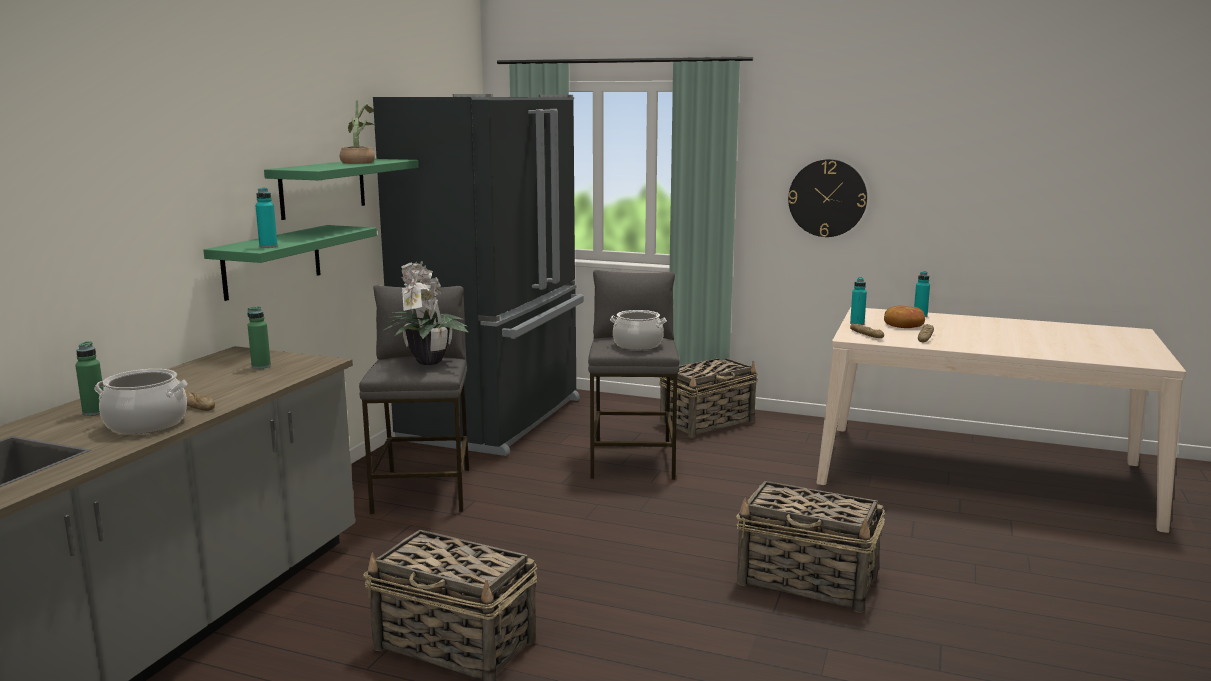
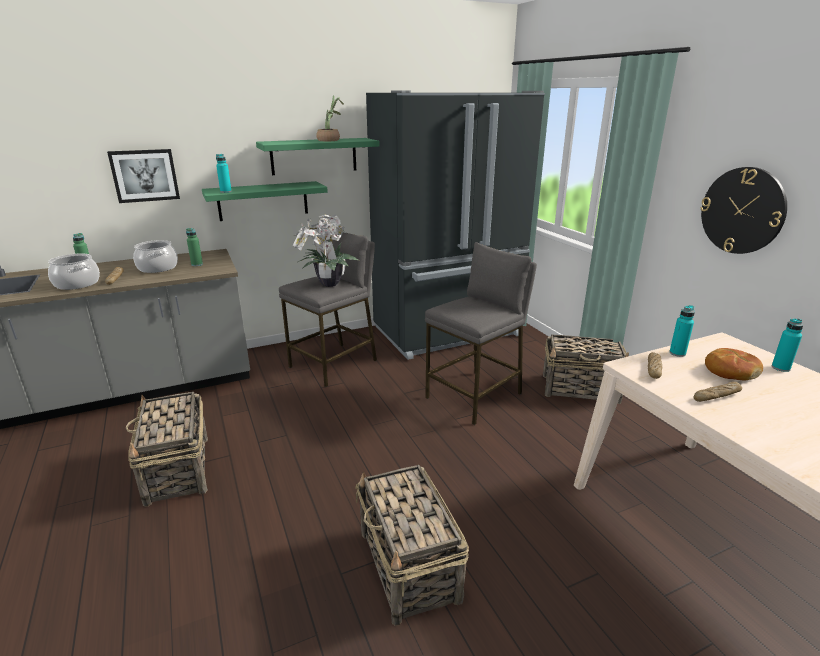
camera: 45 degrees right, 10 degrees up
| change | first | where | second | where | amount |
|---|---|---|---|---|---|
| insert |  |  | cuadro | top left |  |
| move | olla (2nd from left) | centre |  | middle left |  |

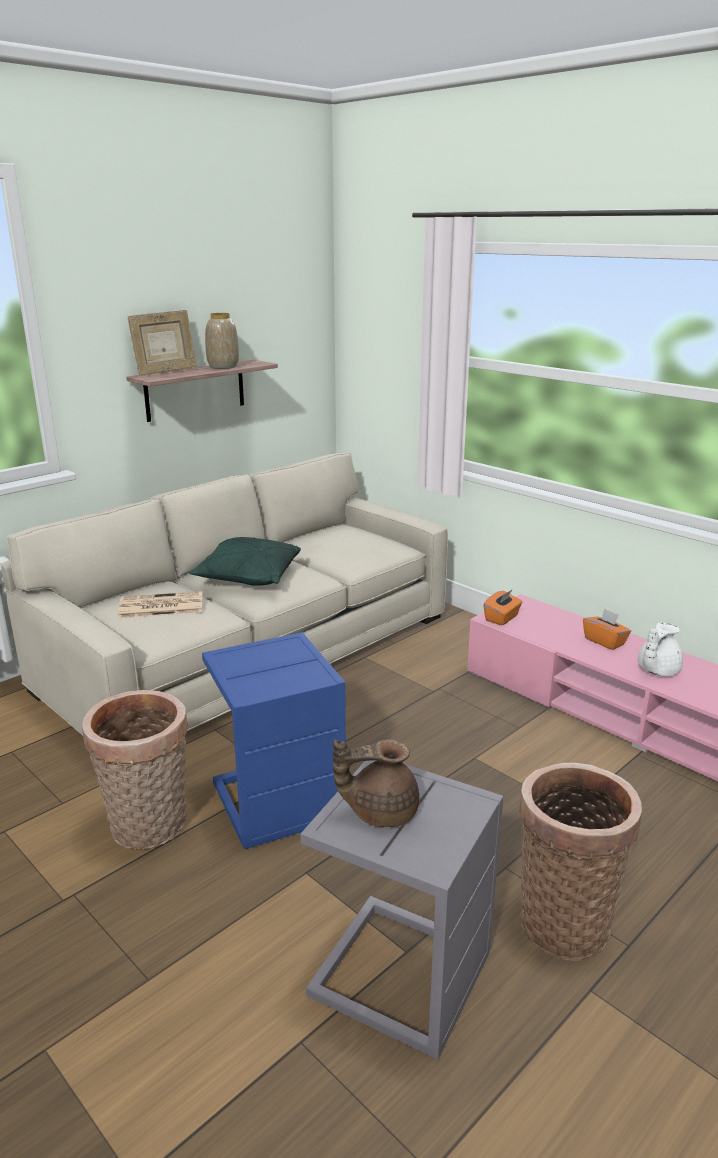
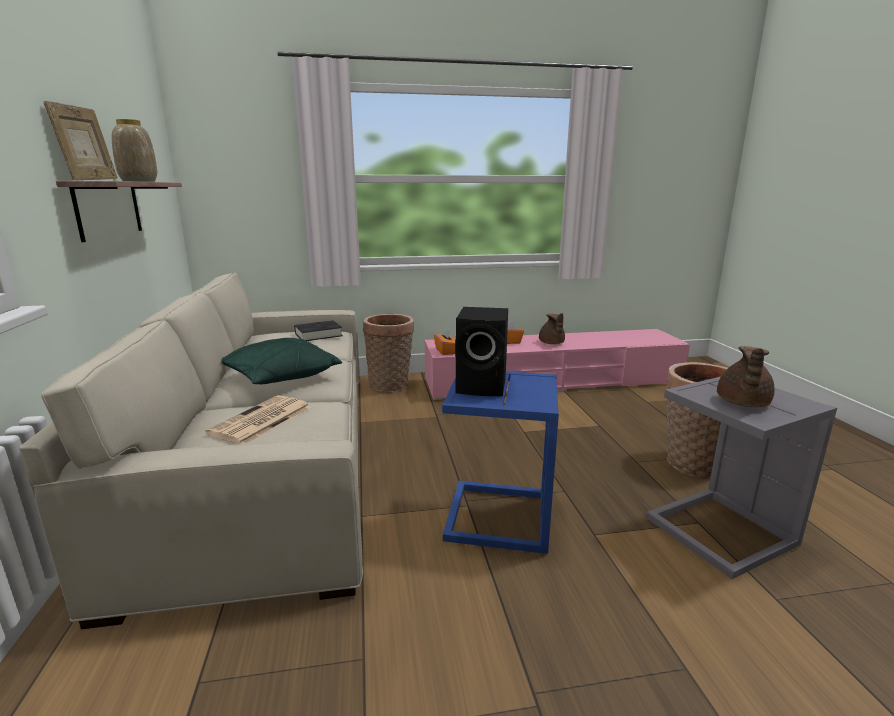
camera: 55 degrees left, 5 degrees down
| change | first | where | second | where | amount |
|---|---|---|---|---|---|
| insert |  |  | libro [negro] | centre |  |
| move | cesta (1st from left) | middle left |  | centre |  |
| insert |  |  | altavoz [negro] | centre |  |
| recolor | tetera [blanco] | middle right | tetera [marrón] (1st from left) | centre |  |

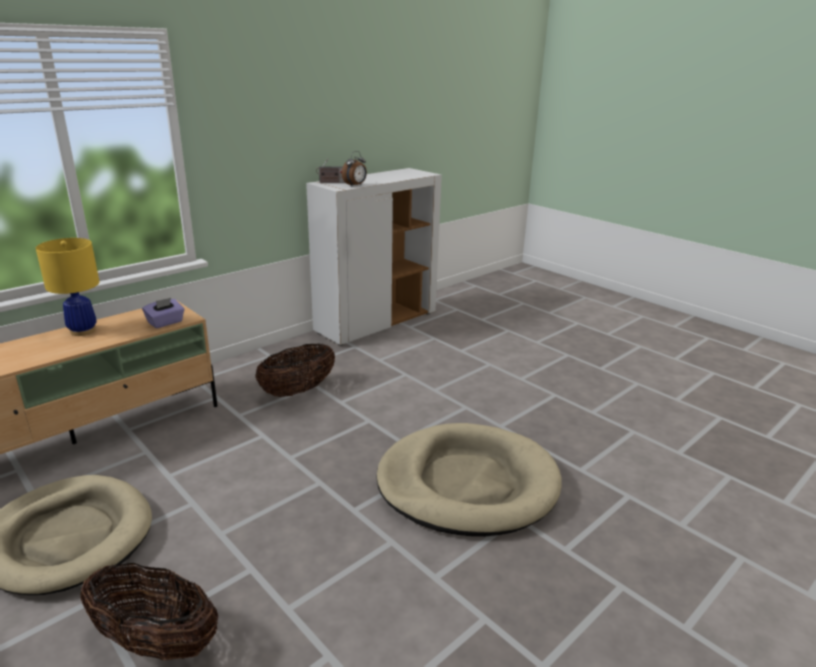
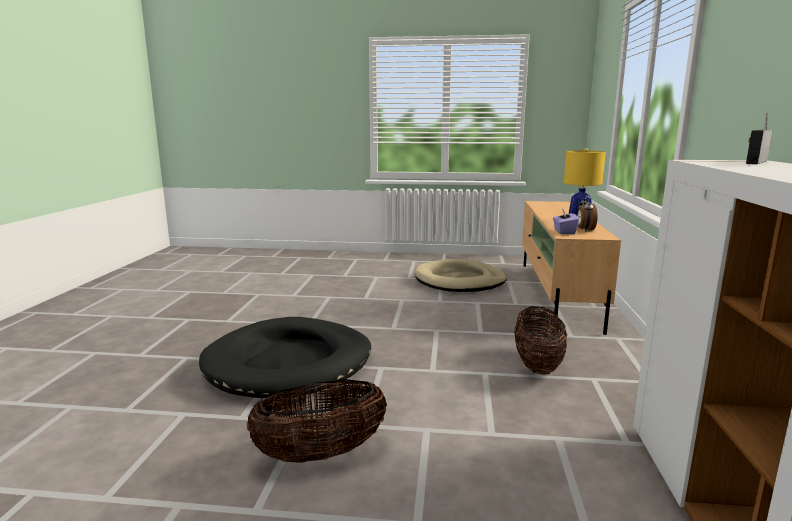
camera: 140 degrees right, 10 degrees down
| change | first | where | second | where | amount |
|---|---|---|---|---|---|
| recolor | cama para perro [beis] (2nd from left) | bottom centre | cama para perro [negro] | bottom centre |  |
| move | cesta (1st from left) | bottom left |  | bottom centre |  |
| move | despertador | top centre |  | middle right |  |

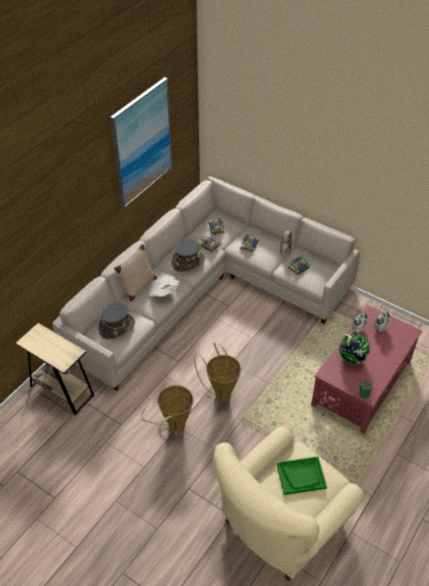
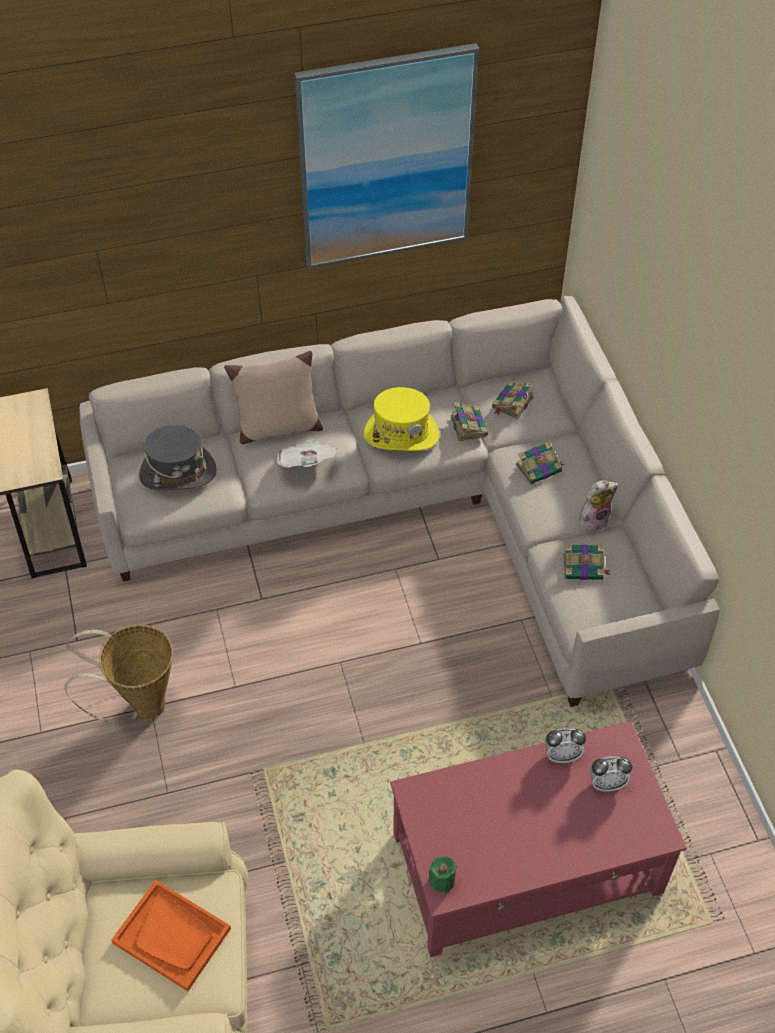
camera: 40 degrees right, 5 degrees up
| change | first | where | second | where | amount |
|---|---|---|---|---|---|
| recolor | bandeja [verde] | bottom right | bandeja [naranja] | bottom left |  |
| recolor | sombrero [gris] (2nd from left) | centre | sombrero [amarillo] | centre |  |
| delete | cesta (2nd from left) | centre |  |  |  |
| delete | globo terráqueo | middle right |  |  |  |

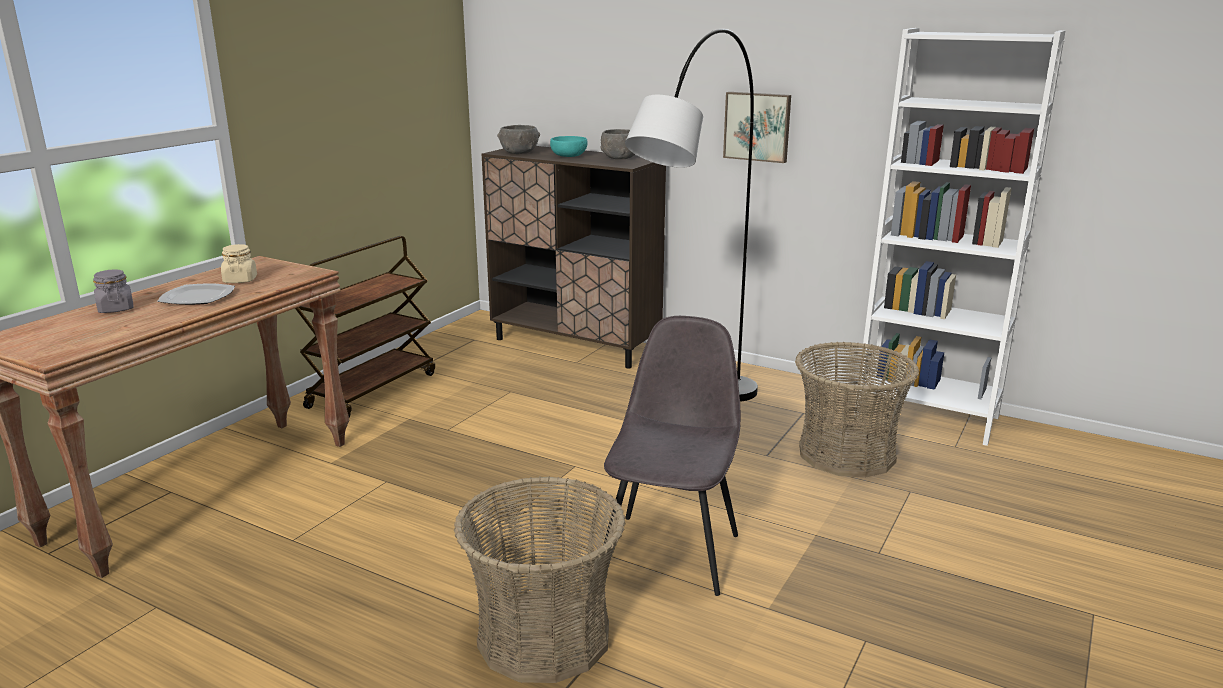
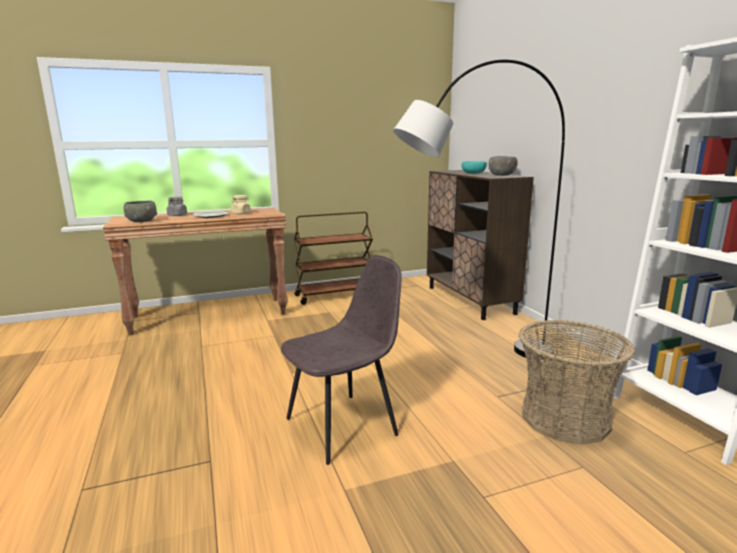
camera: 40 degrees right, 5 degrees down
| change | first | where | second | where | amount |
|---|---|---|---|---|---|
| move | cuenco [gris] (1st from left) | top centre |  | middle left |  |
| delete | cesta (1st from left) | bottom centre |  |  |  |
| delete | cuadro | top centre |  |  |  |

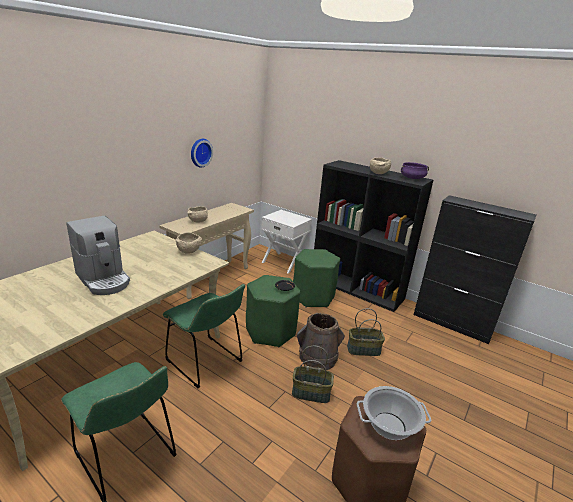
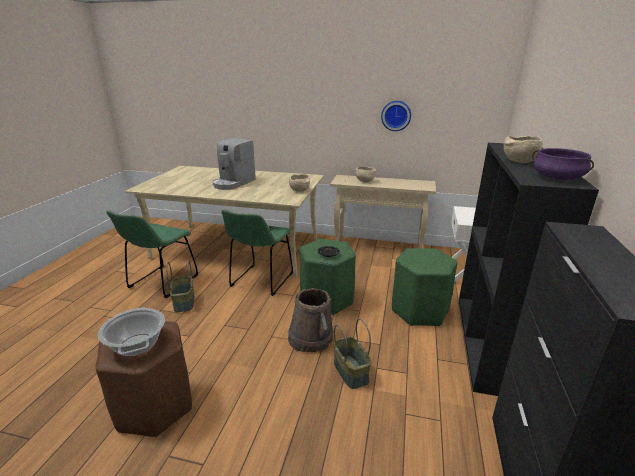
camera: 70 degrees right, 0 degrees up
| change | first | where | second | where | amount |
|---|---|---|---|---|---|
| move | cesta (1st from left) | bottom centre |  | middle left |  |

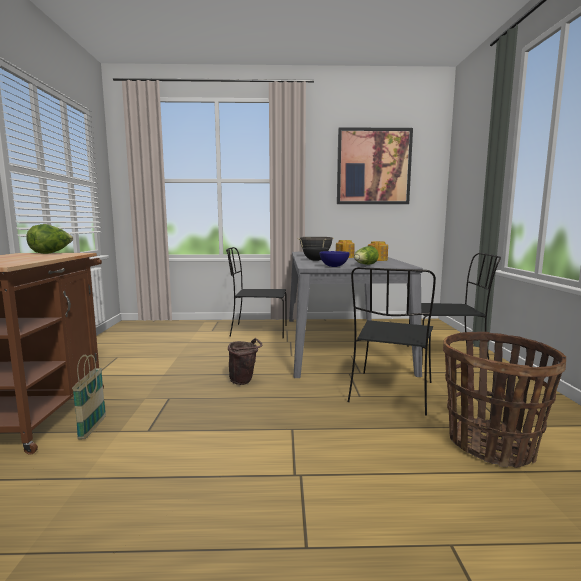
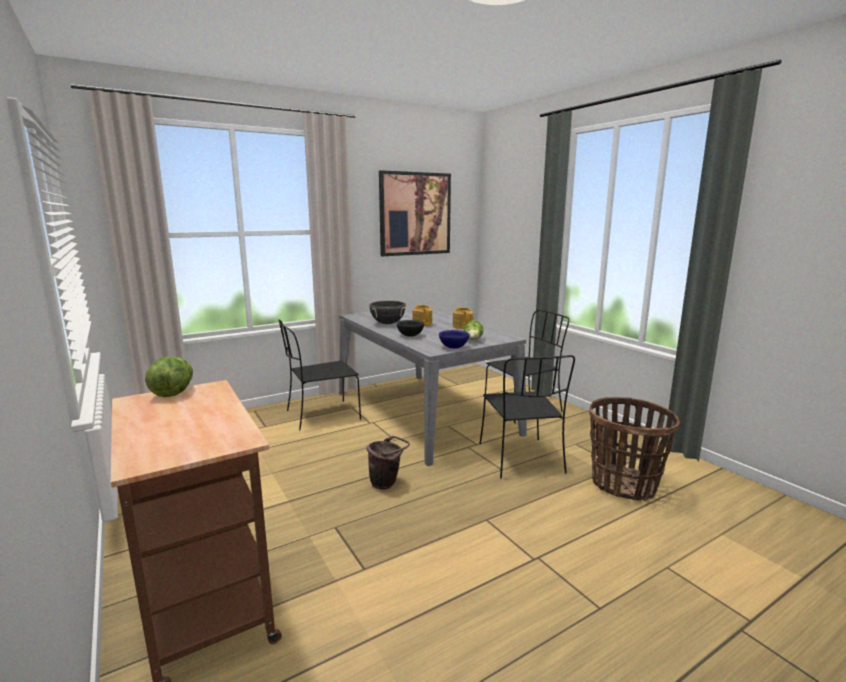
camera: 30 degrees left, 5 degrees up
| change | first | where | second | where | amount |
|---|---|---|---|---|---|
| delete | cesta (1st from left) | bottom left |  |  |  |

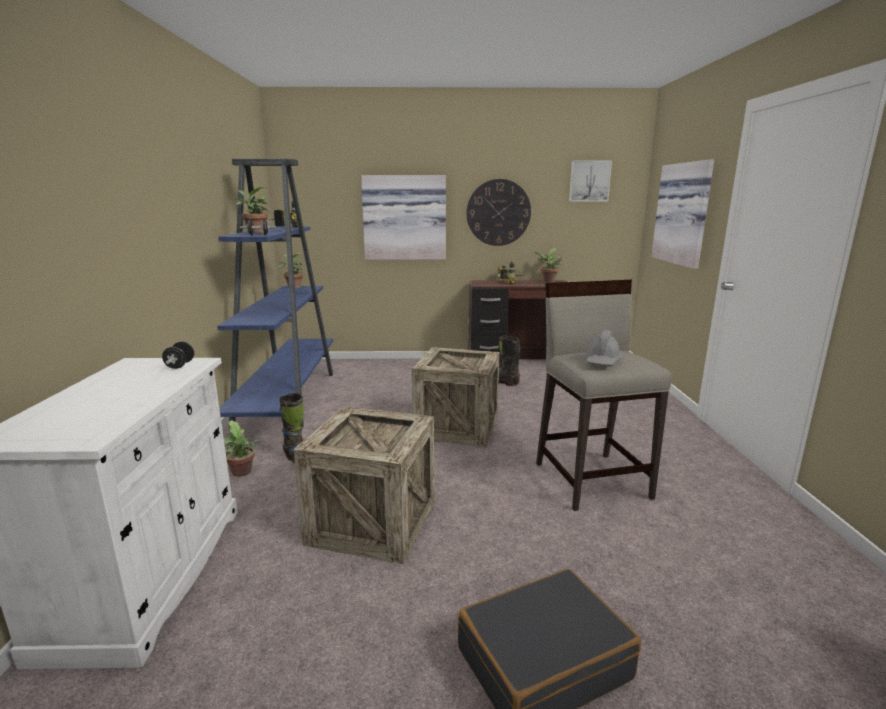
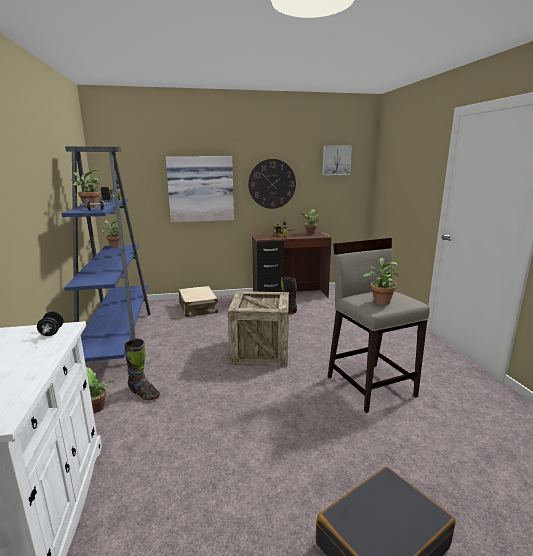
camera: 10 degrees left, 0 degrees up
| change | first | where | second | where | amount |
|---|---|---|---|---|---|
| insert |  |  | maleta [beis] | centre |  |
| replace | casco [gris] | middle right | planta en maceta (5th from left) | middle right |  |
| delete | caja de embalaje (1st from left) | bottom centre |  |  |  |
| delete | cuadro (3rd from left) | top right |  |  |  |

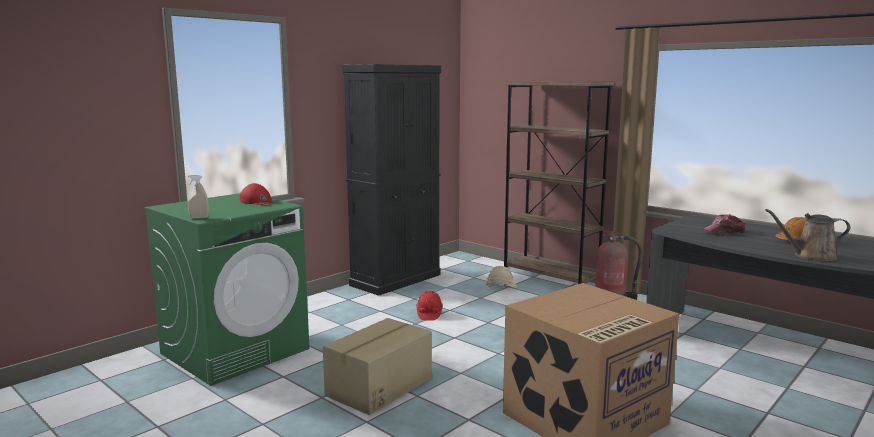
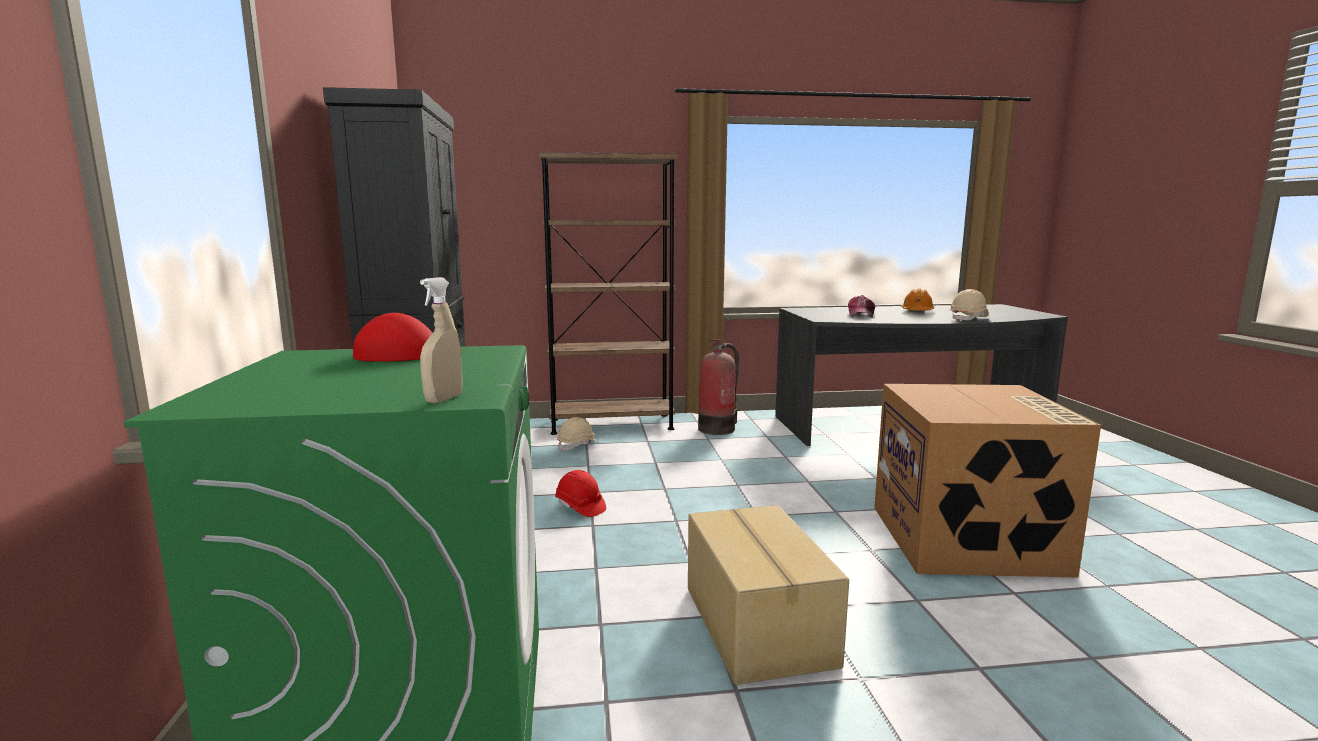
camera: 50 degrees left, 0 degrees up
| change | first | where | second | where | amount |
|---|---|---|---|---|---|
| replace | regadera [marrón] | middle right | casco [beis] (2nd from left) | middle right |  |

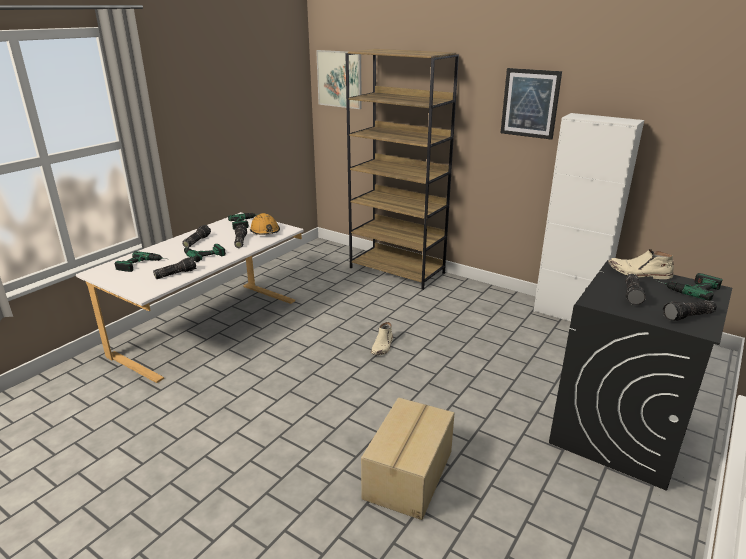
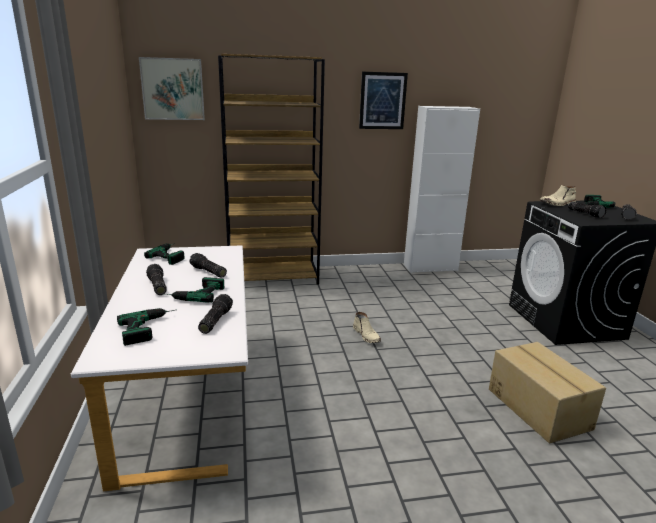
camera: 45 degrees left, 5 degrees down
| change | first | where | second | where | amount |
|---|---|---|---|---|---|
| delete | casco [naranja] | centre |  |  |  |

